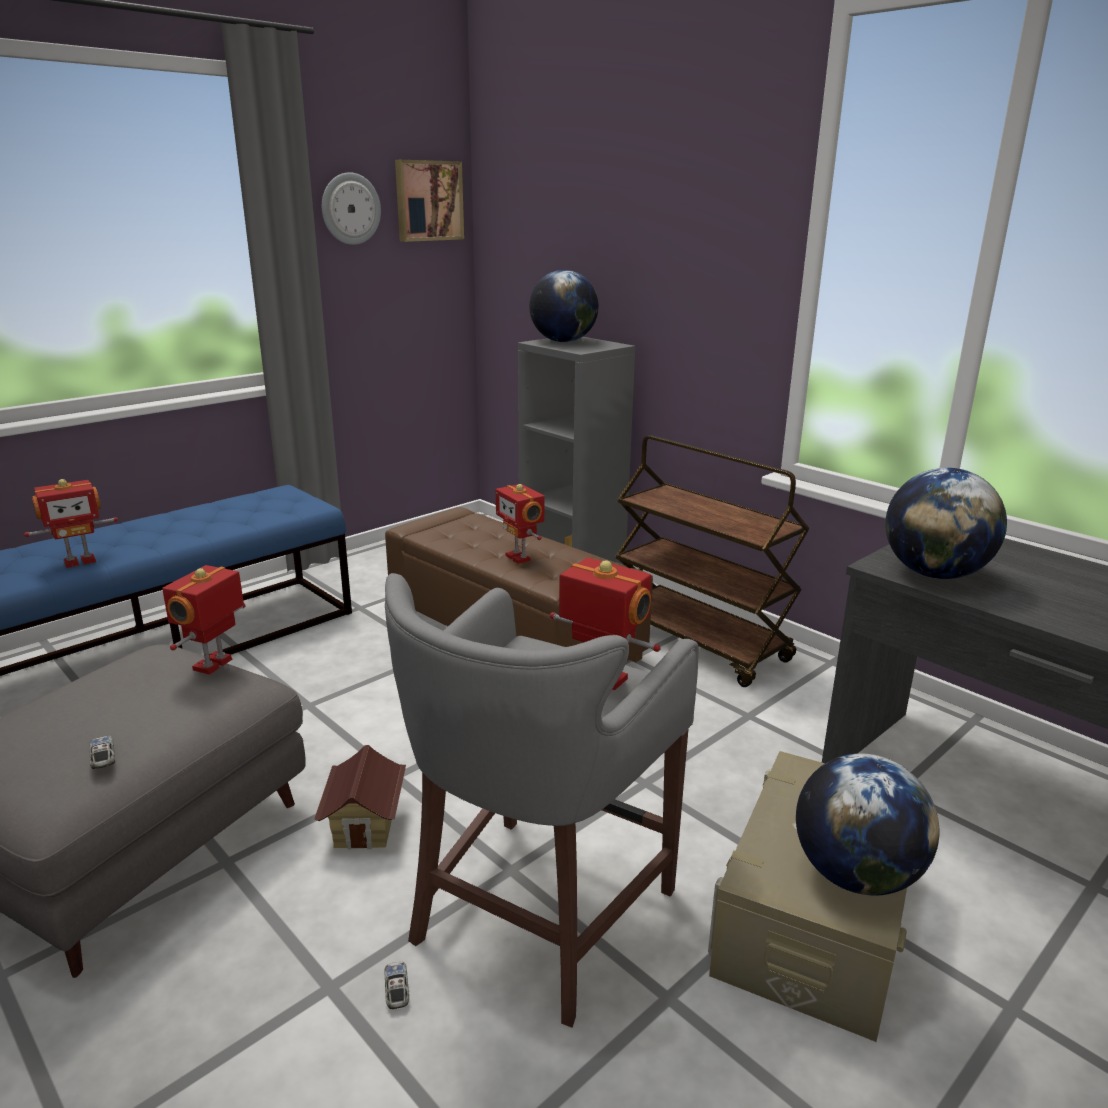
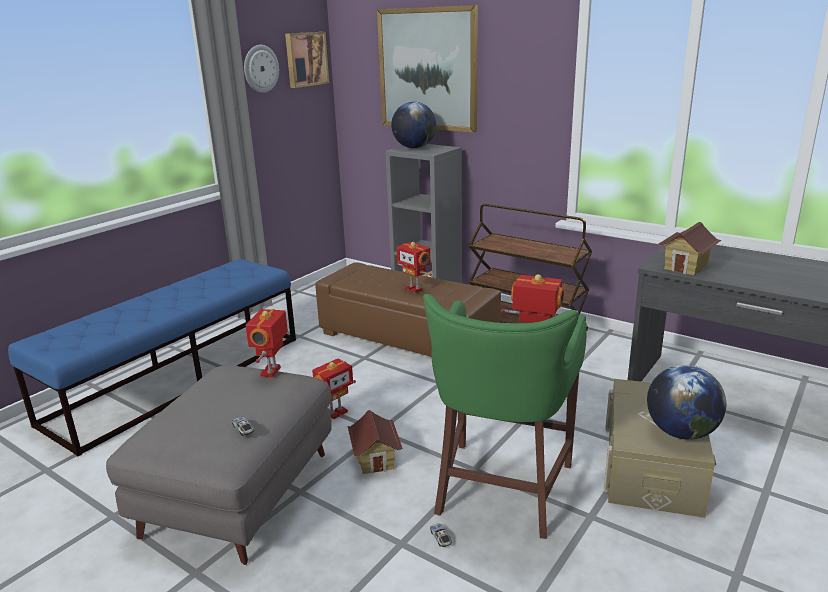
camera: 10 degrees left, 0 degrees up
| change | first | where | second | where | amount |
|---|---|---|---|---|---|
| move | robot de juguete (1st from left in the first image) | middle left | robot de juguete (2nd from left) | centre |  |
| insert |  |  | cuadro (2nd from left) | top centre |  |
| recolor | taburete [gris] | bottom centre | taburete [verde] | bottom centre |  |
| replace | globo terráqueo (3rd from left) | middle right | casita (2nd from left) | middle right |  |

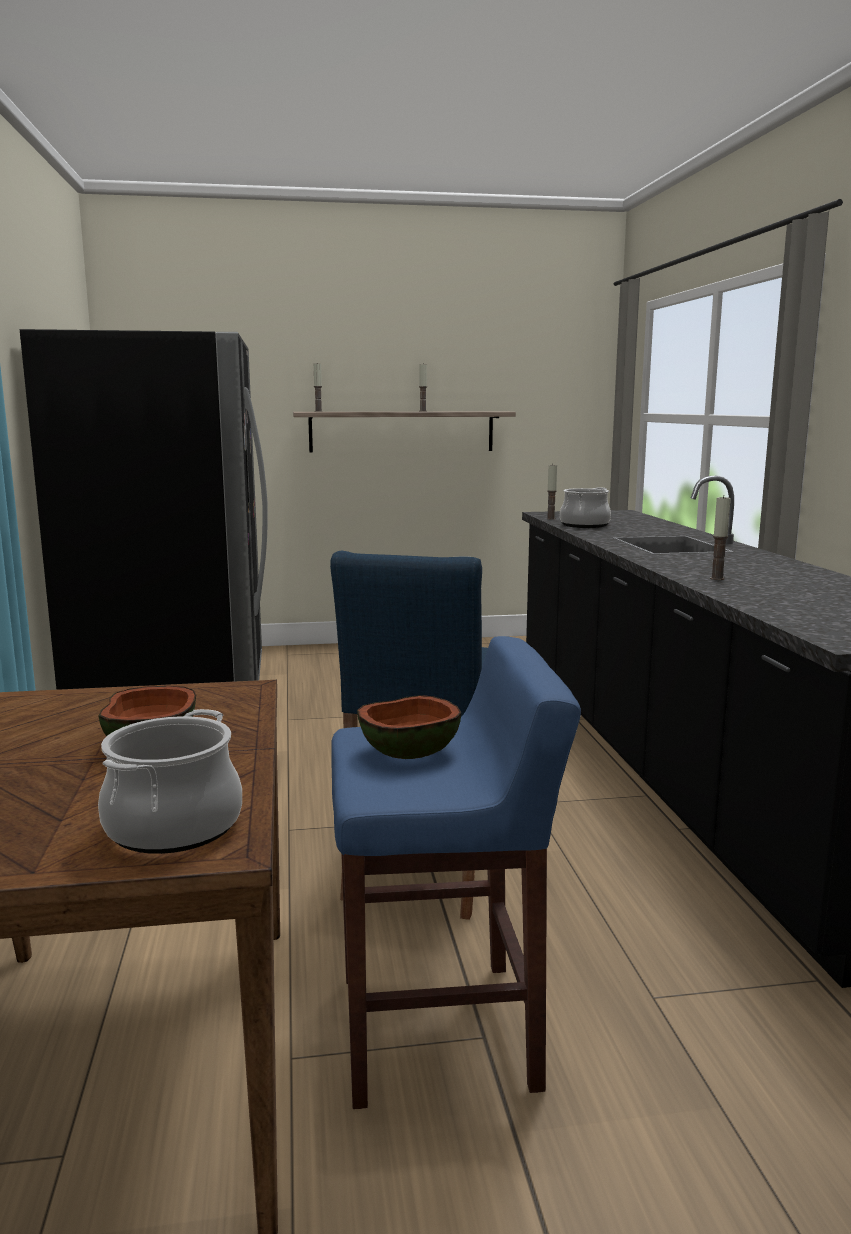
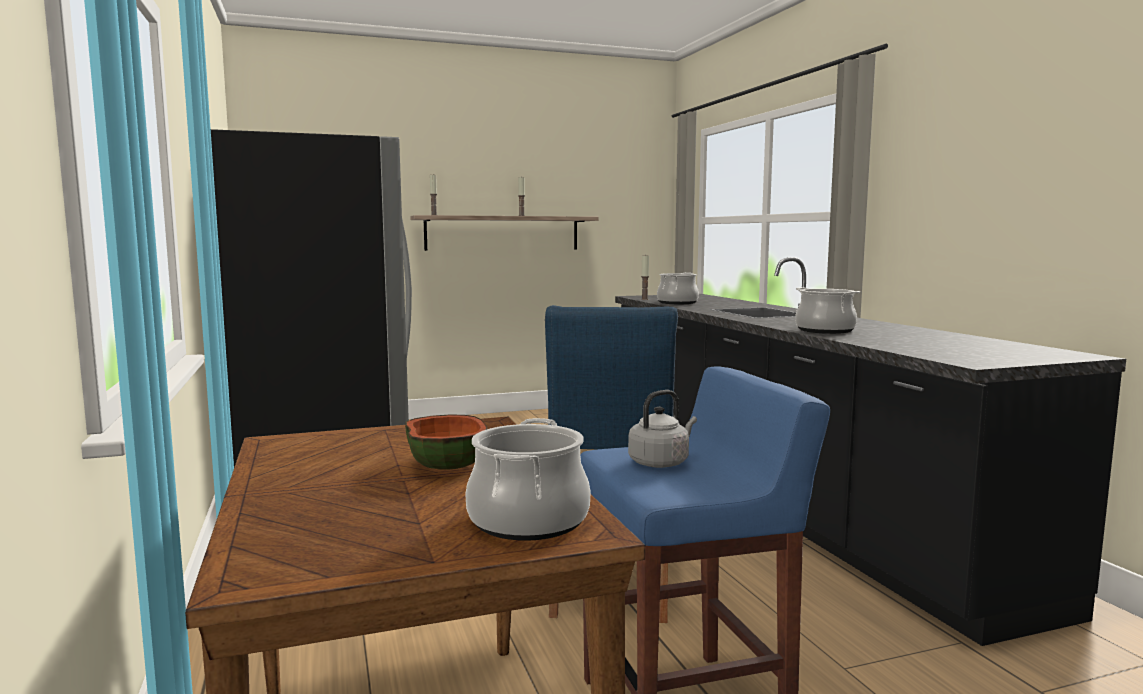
camera: 10 degrees left, 5 degrees down
| change | first | where | second | where | amount |
|---|---|---|---|---|---|
| replace | cuenco (2nd from left) | centre | hervidor [gris] | centre |  |
| replace | vela (4th from left) | middle right | olla (3rd from left) | middle right |  |

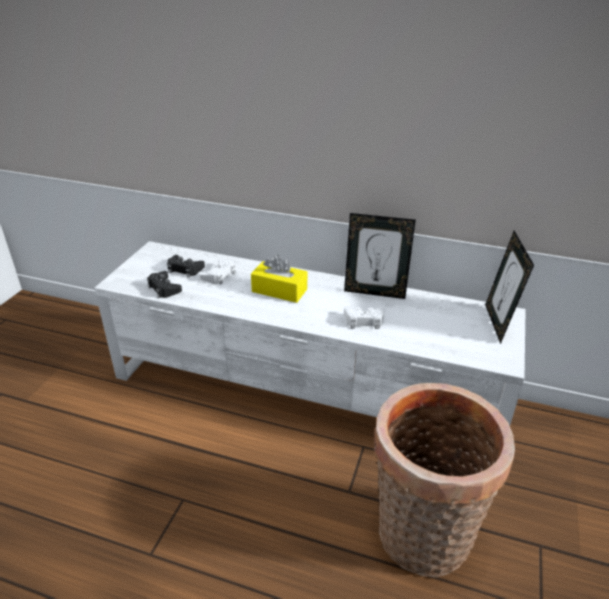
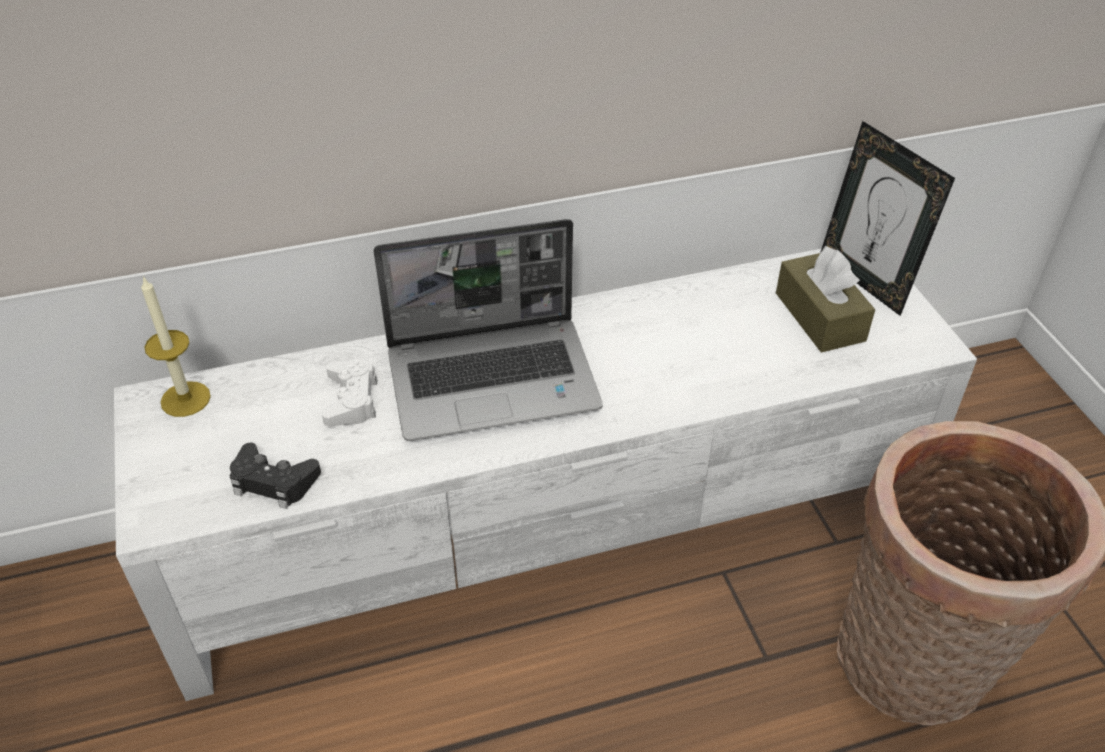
camera: 35 degrees left, 10 degrees up
| change | first | where | second | where | amount |
|---|---|---|---|---|---|
| insert |  |  | vela | middle left |  |
| replace | caja de pañuelos [amarillo] | centre | portátil | centre |  |
| insert |  |  | caja de pañuelos [marrón] | middle right |  |
| delete | mando de consola [negro] (2nd from left) | middle left |  |  |  |
| delete | portarretratos (1st from left) | centre |  |  |  |
| delete | mando de consola [blanco] (2nd from left) | centre |  |  |  |

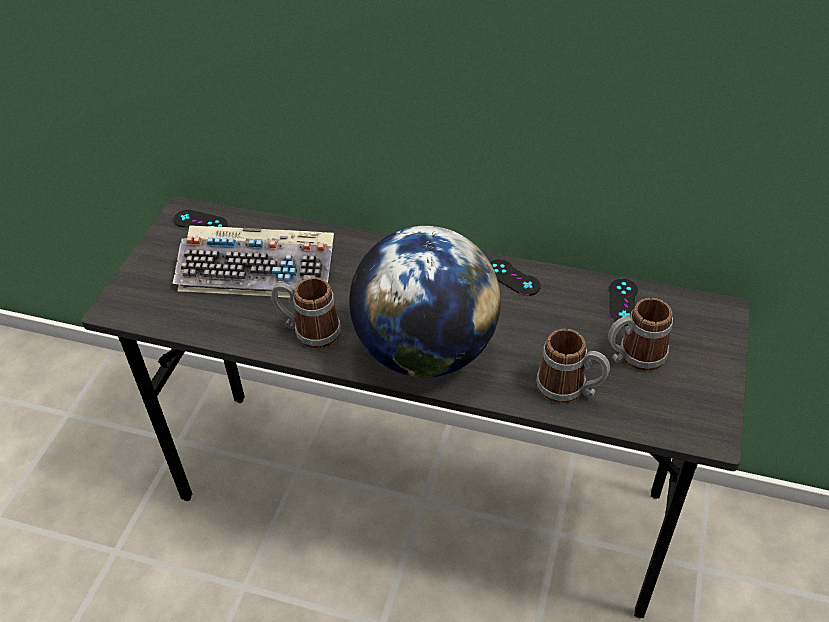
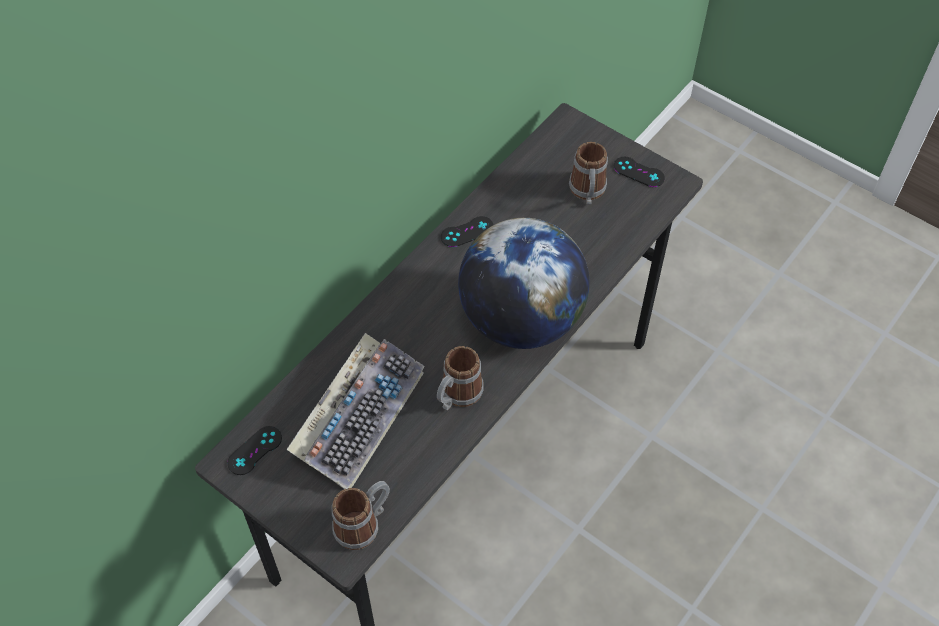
camera: 70 degrees left, 10 degrees up
| change | first | where | second | where | amount |
|---|---|---|---|---|---|
| move | taza grande (2nd from left in the first image) | middle right | taza grande (1st from left) | bottom centre |  |
| move | mando de consola [negro] (3rd from left) | middle right |  | top right |  |

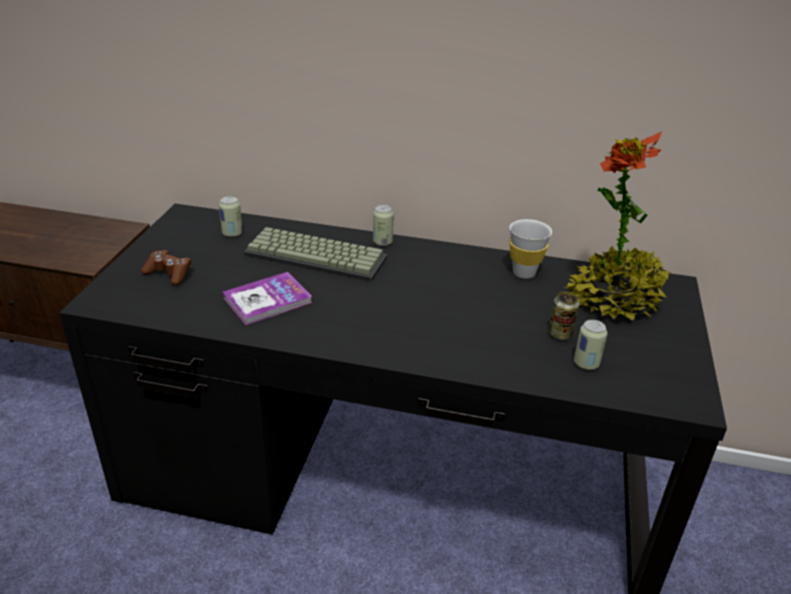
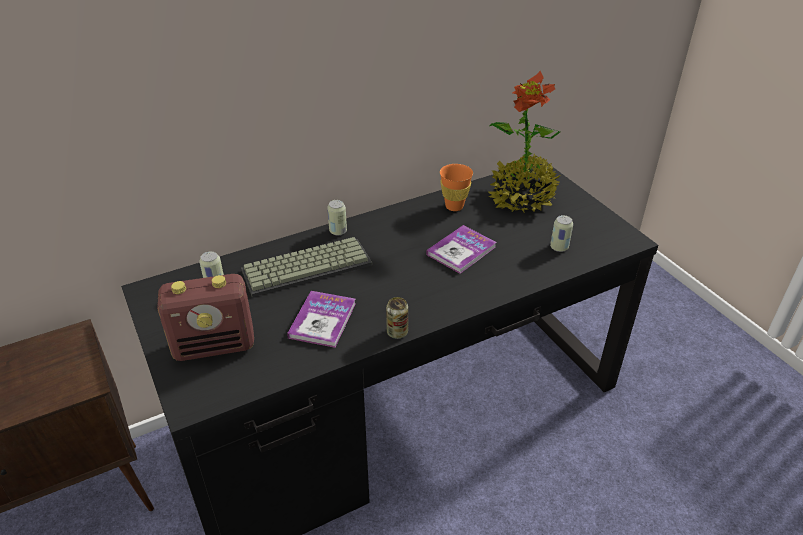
camera: 40 degrees left, 5 degrees up
| change | first | where | second | where | amount |
|---|---|---|---|---|---|
| replace | mando de consola [marrón] | middle left | radio | middle left |  |
| move | lata (3rd from left) | middle right |  | centre |  |
| insert |  |  | libro (2nd from left) | centre |  |
| recolor | taza [blanco] | middle right | taza [naranja] | centre |  |

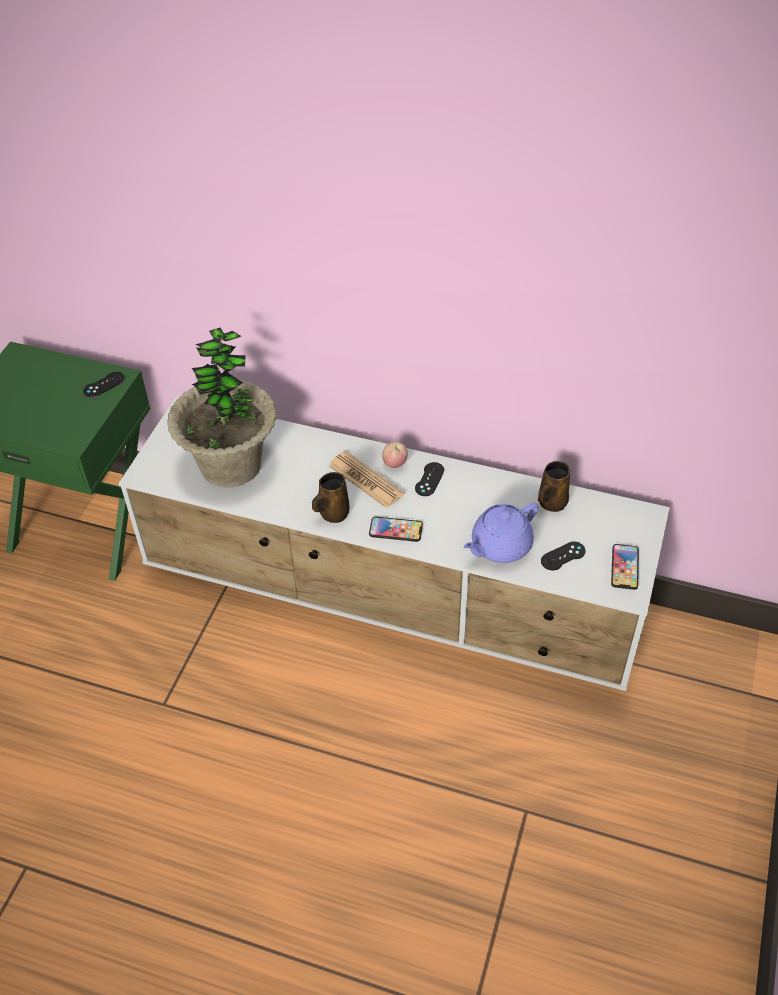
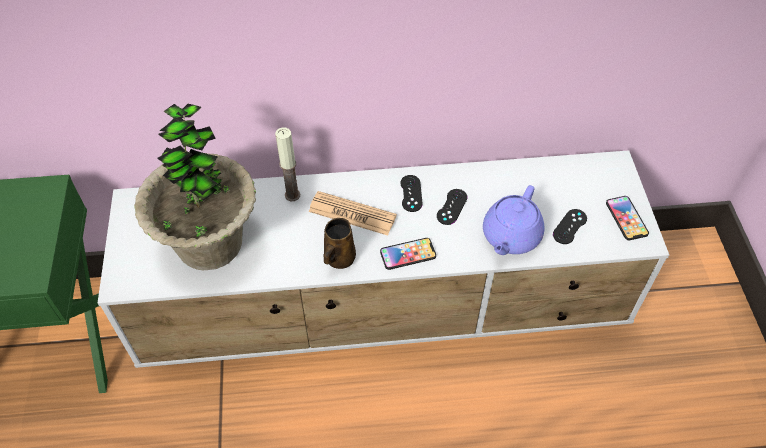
camera: 25 degrees left, 5 degrees up
| change | first | where | second | where | amount |
|---|---|---|---|---|---|
| insert |  |  | vela | centre |  |
| move | mando de consola [negro] (1st from left in the first image) | middle left | mando de consola [negro] (2nd from left) | centre |  |
| delete | manzana | centre |  |  |  |
| delete | taza grande [marrón] (2nd from left) | middle right |  |  |  |

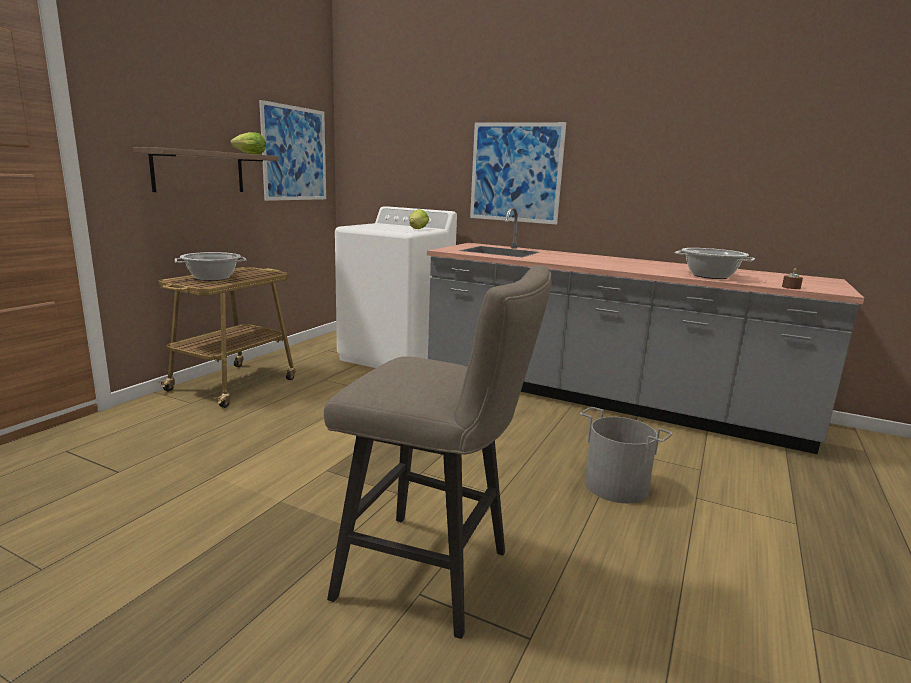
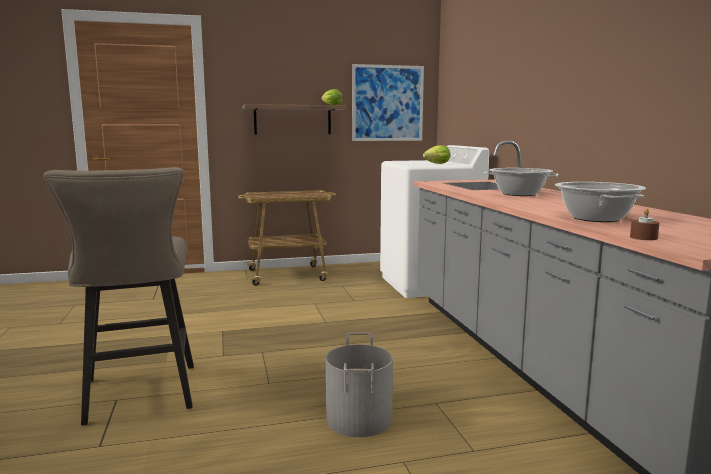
camera: 50 degrees right, 5 degrees down
| change | first | where | second | where | amount |
|---|---|---|---|---|---|
| move | olla (1st from left) | middle left |  | middle right |  |
| delete | cuadro (2nd from left) | top centre |  |  |  |

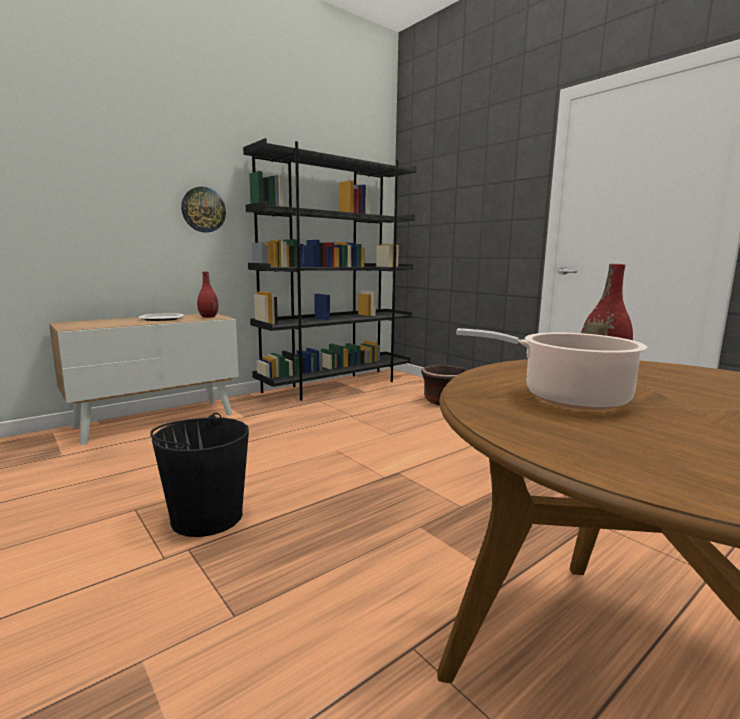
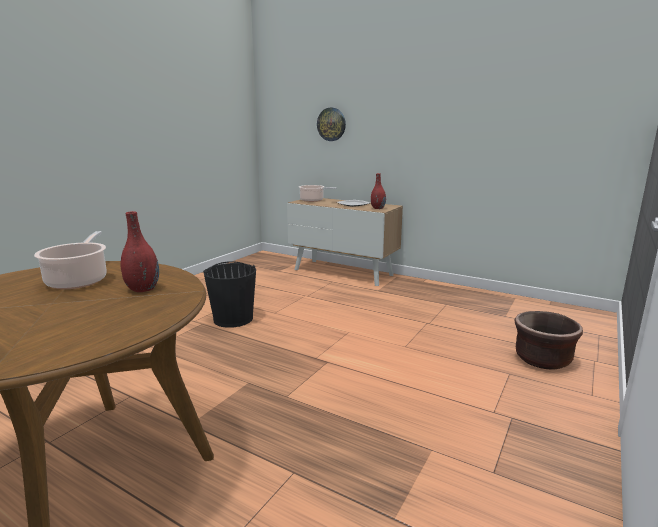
camera: 70 degrees right, 5 degrees up
| change | first | where | second | where | amount |
|---|---|---|---|---|---|
| insert |  |  | olla (2nd from left) | centre |  |
| move | reloj de pared | top left |  | top centre |  |
| delete | estantería [negro] | centre |  |  |  |

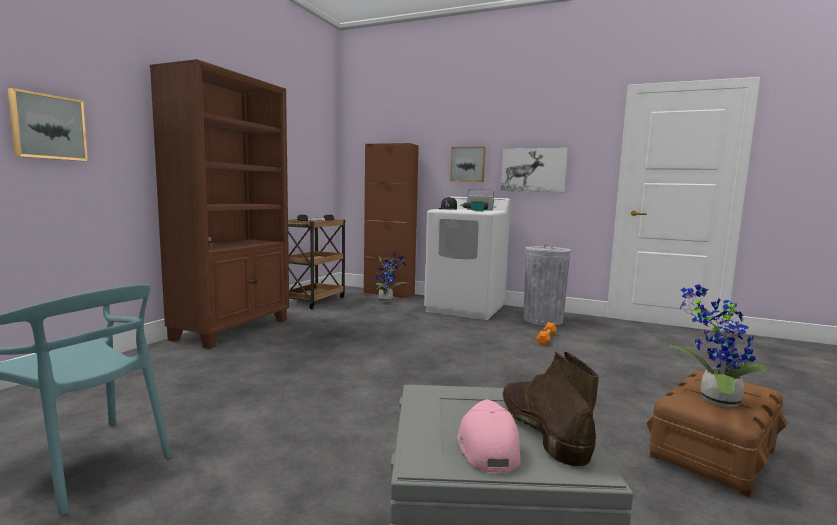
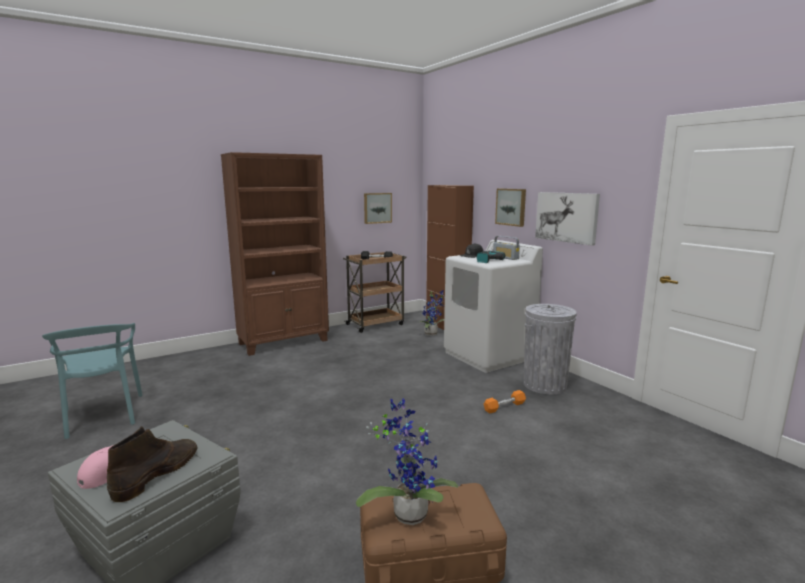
camera: 35 degrees right, 5 degrees up
| change | first | where | second | where | amount |
|---|---|---|---|---|---|
| move | cuadro (1st from left) | top left |  | centre |  |

